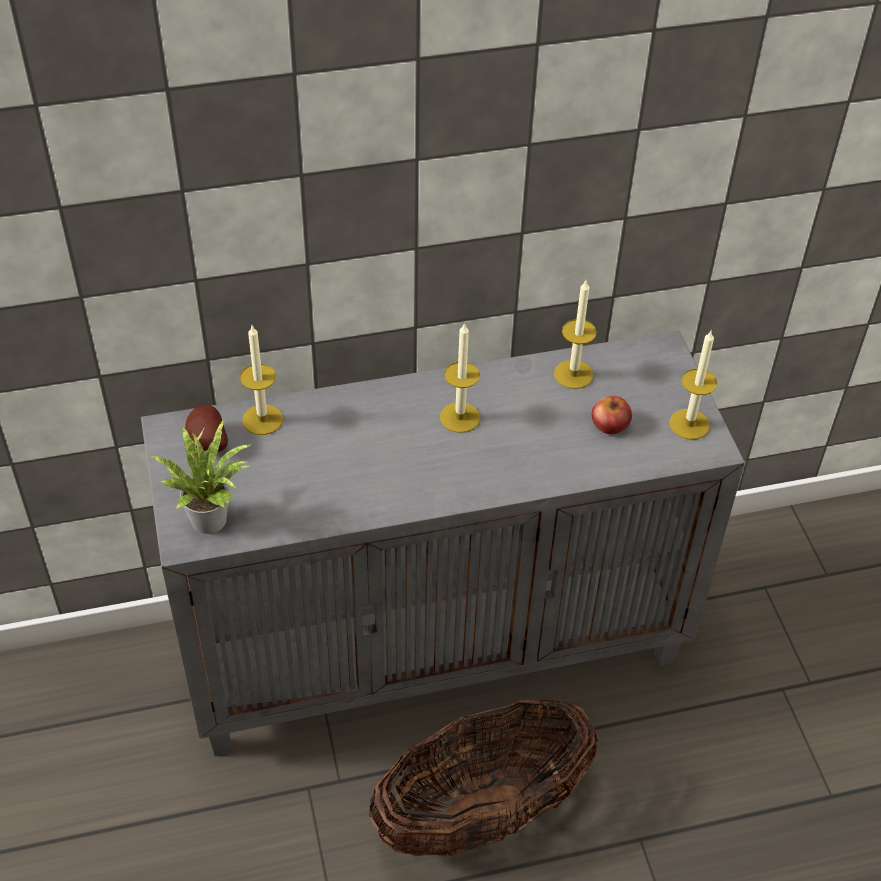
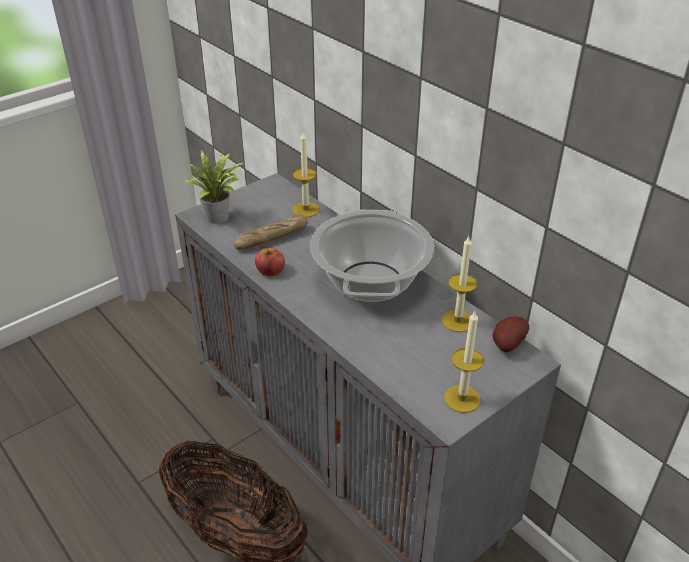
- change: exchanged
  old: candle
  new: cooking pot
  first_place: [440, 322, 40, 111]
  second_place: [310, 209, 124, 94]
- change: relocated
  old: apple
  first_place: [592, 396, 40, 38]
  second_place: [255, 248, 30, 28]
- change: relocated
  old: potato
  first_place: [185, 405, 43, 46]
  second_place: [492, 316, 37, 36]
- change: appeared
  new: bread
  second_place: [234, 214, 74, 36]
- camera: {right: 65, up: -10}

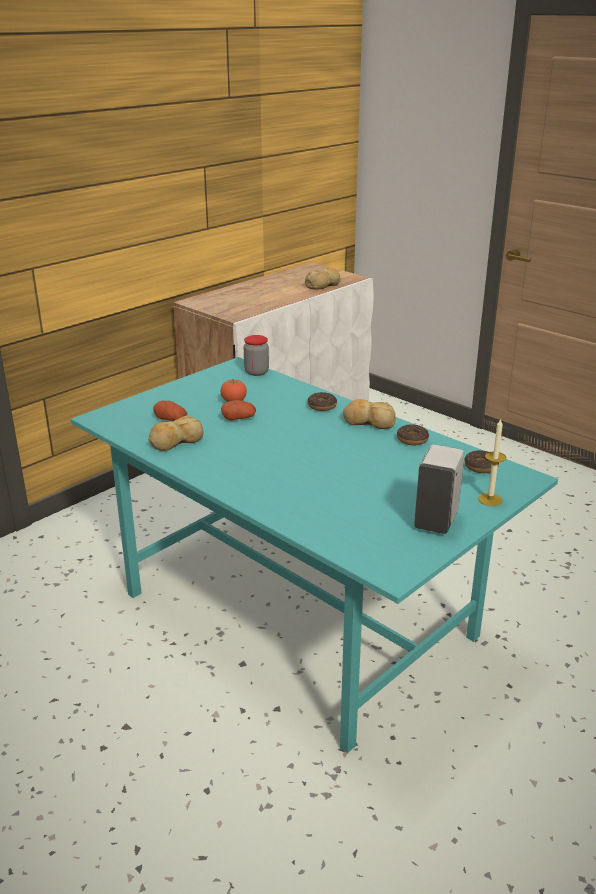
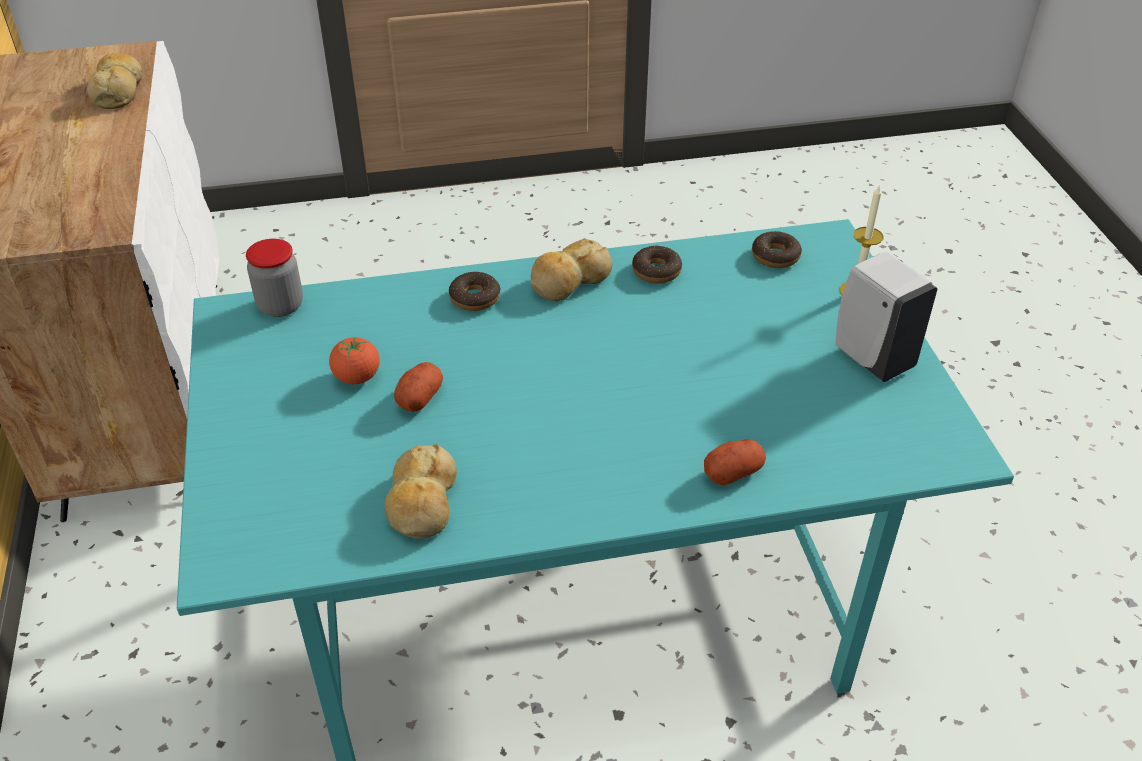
- change: relocated
  old: potato
  first_place: [153, 401, 34, 20]
  second_place: [704, 439, 62, 46]
- camera: {right: -55, up: 15}

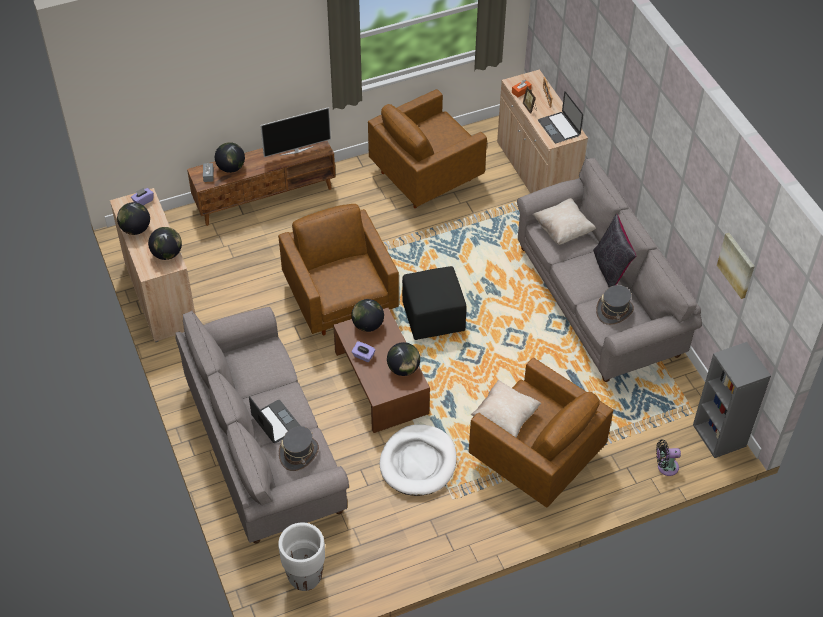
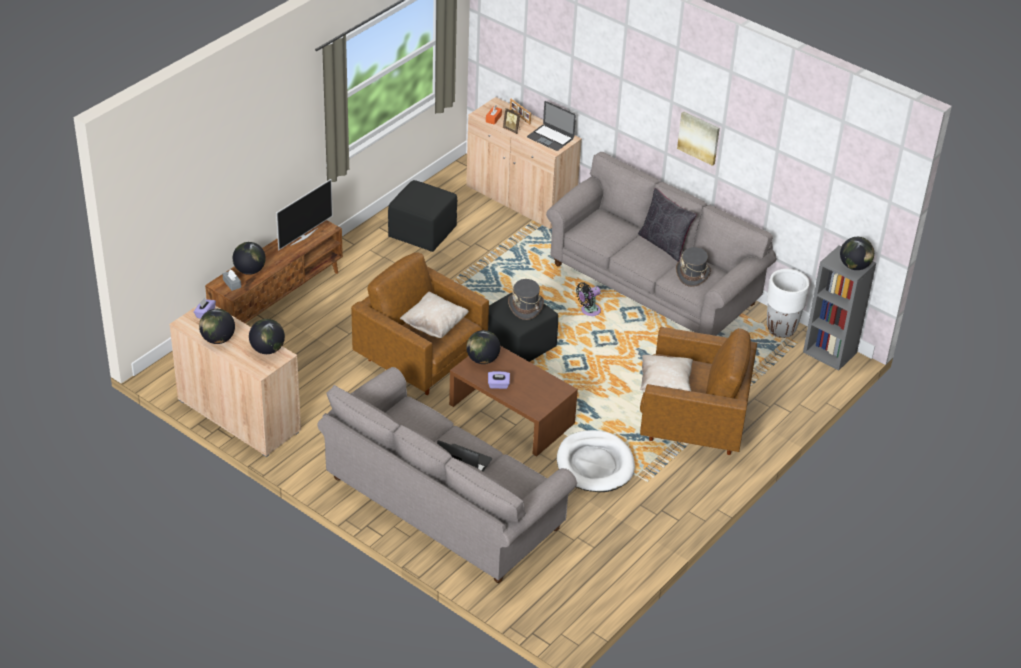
- change: exchanged
  old: armchair/brown
  new: ottoman/black
  first_place: [368, 89, 119, 119]
  second_place: [388, 180, 69, 72]
- change: relocated
  old: pillow/beige
  first_place: [533, 198, 63, 47]
  second_place: [400, 292, 69, 46]
- change: relocated
  old: picture
  first_place: [717, 233, 38, 66]
  second_place: [677, 111, 43, 55]
- change: relocated
  old: globe
  first_place: [387, 342, 33, 34]
  second_place: [840, 237, 34, 33]
- change: relocated
  old: hat/grey
  first_place: [279, 426, 40, 45]
  second_place: [508, 279, 36, 41]
- change: relocated
  old: fan/black
  first_place: [656, 439, 25, 37]
  second_place: [576, 282, 25, 34]
- change: relocated
  old: planter/white
  first_place: [278, 522, 47, 69]
  second_place: [767, 269, 43, 69]
- camera: {right: -30, up: -10}

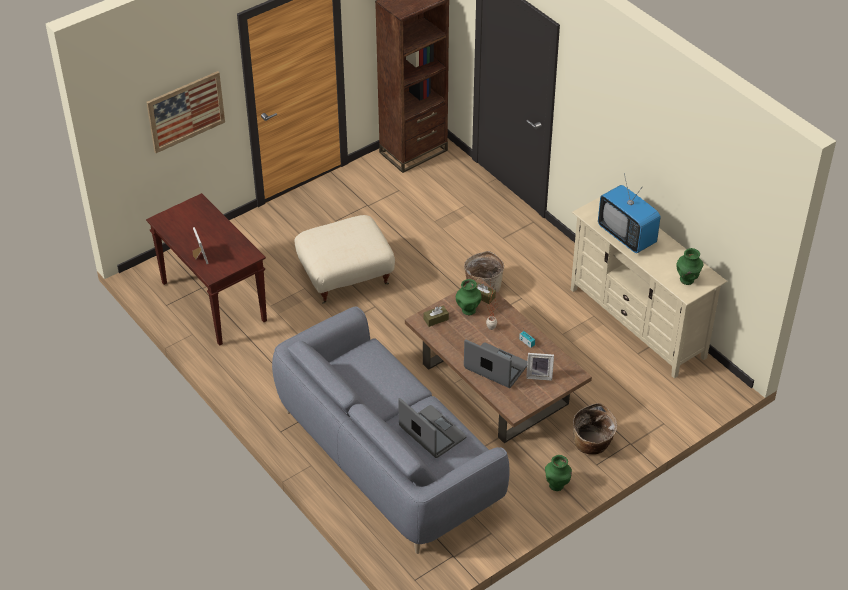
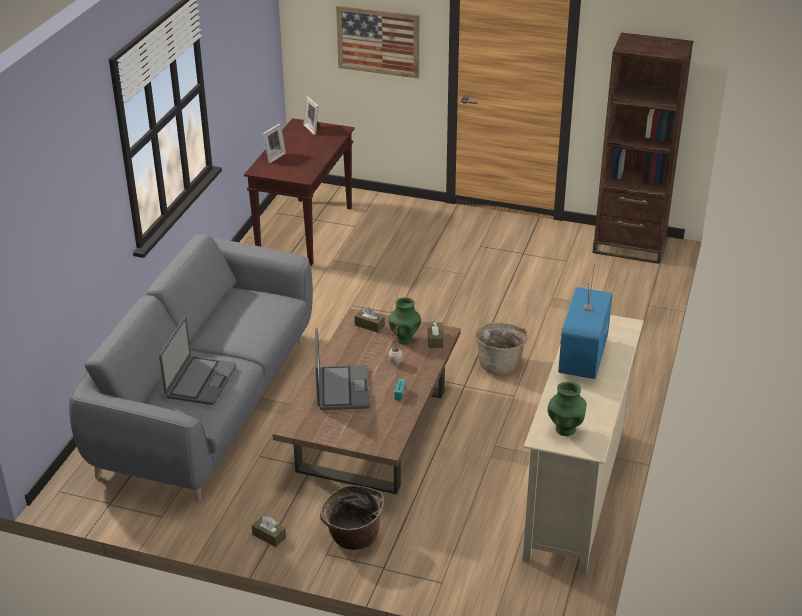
- change: missing
  old: ottoman/beige
  first_place: [295, 215, 100, 89]
- change: relocated
  old: picture frame
  first_place: [526, 353, 28, 28]
  second_place: [303, 96, 18, 39]
- change: exchanged
  old: vase/green
  new: tissue box/brown
  first_place: [545, 455, 27, 36]
  second_place: [252, 516, 34, 31]
- camera: {right: 55, up: -10}

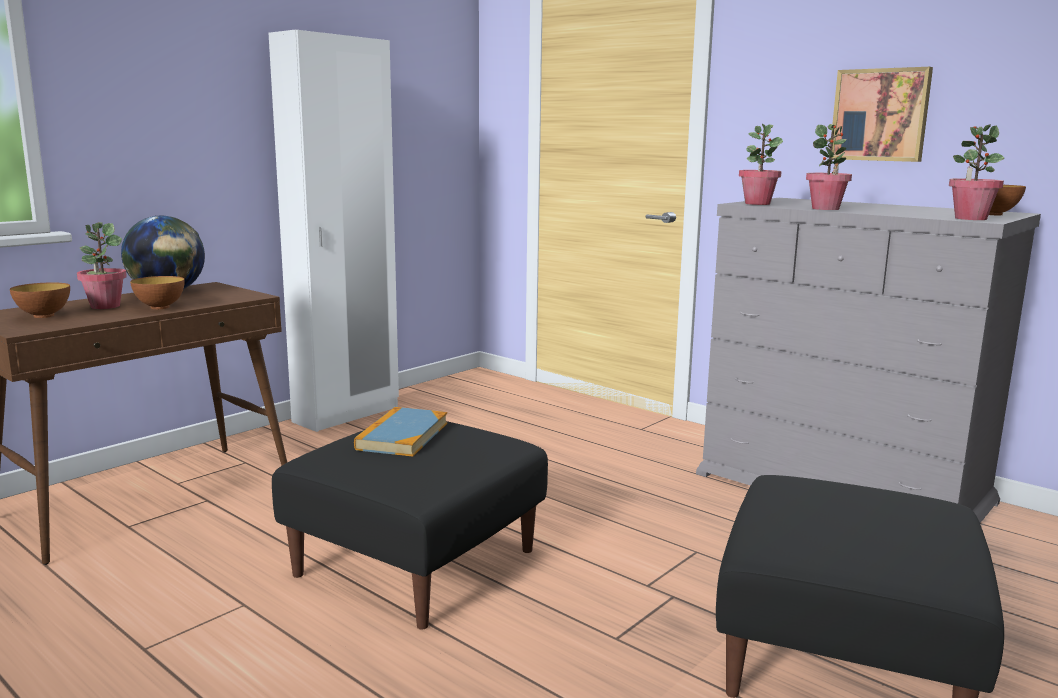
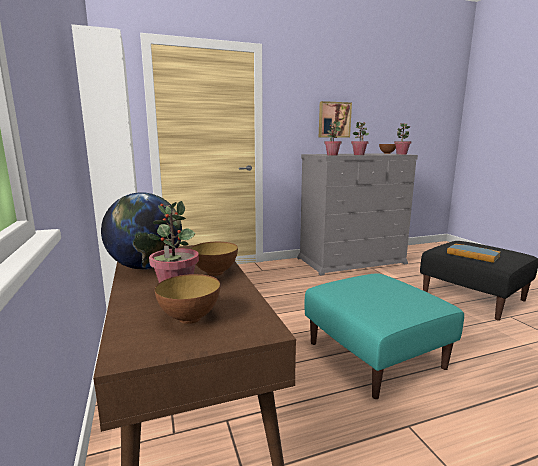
- change: relocated
  old: book
  first_place: [354, 407, 93, 50]
  second_place: [447, 244, 54, 19]
- change: colour
  old: ottoman/black
  new: ottoman/turquoise
  first_place: [272, 421, 276, 209]
  second_place: [304, 273, 160, 126]
- camera: {right: -60, up: 0}

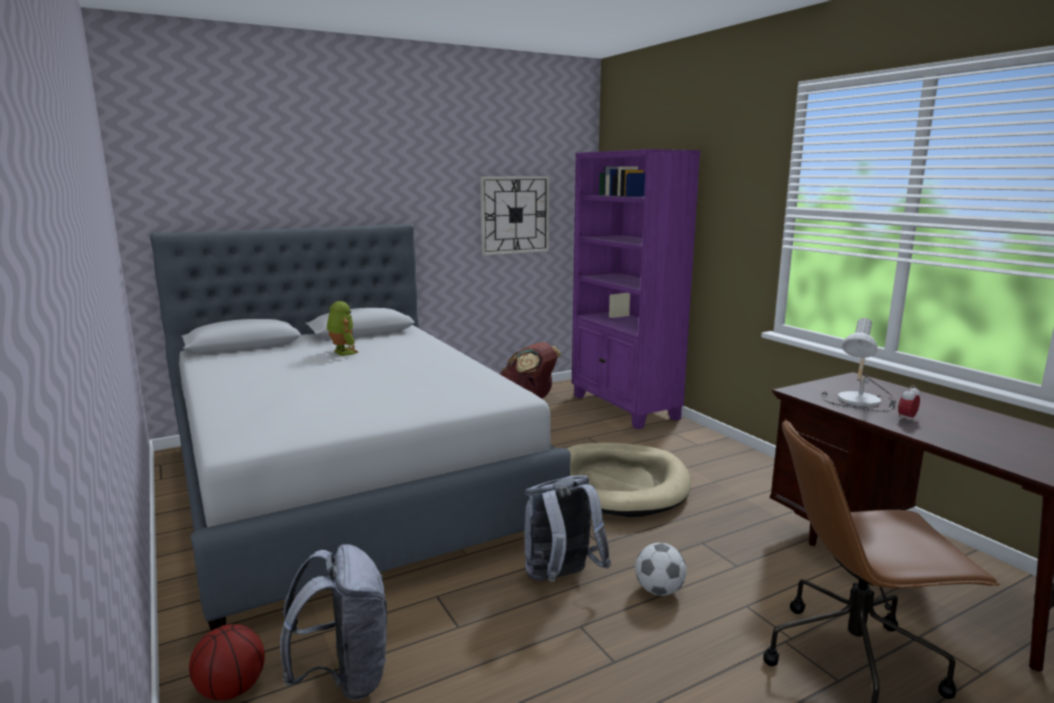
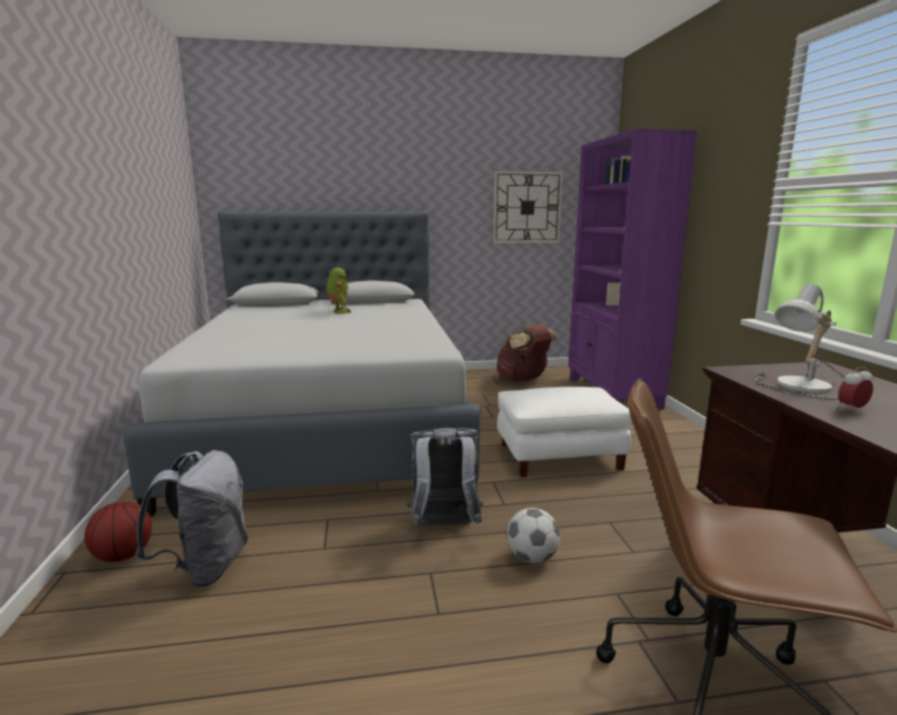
- change: exchanged
  old: dog bed/beige
  new: ottoman/white
  first_place: [567, 443, 124, 74]
  second_place: [497, 387, 135, 90]
- camera: {right: 20, up: 0}

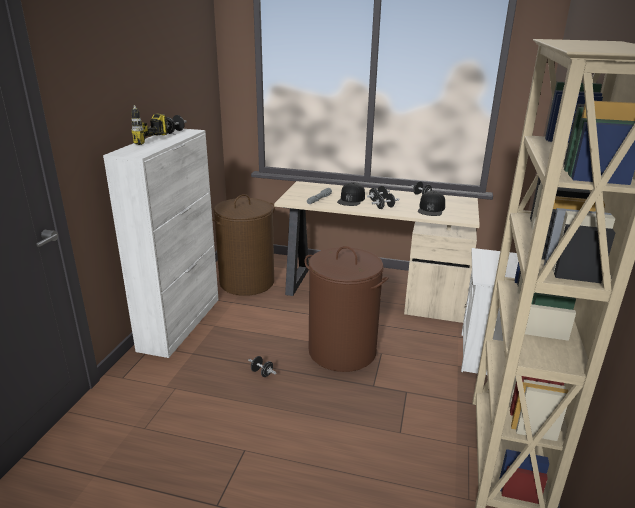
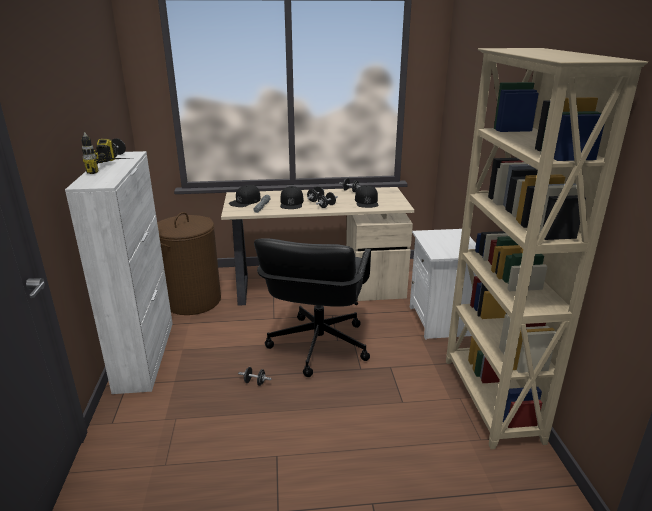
- change: exchanged
  old: laundry basket/brown
  new: office chair/black
  first_place: [304, 246, 85, 126]
  second_place: [254, 238, 117, 139]
- change: appeared
  new: cap/black
  second_place: [229, 185, 32, 22]
- camera: {right: -20, up: 0}

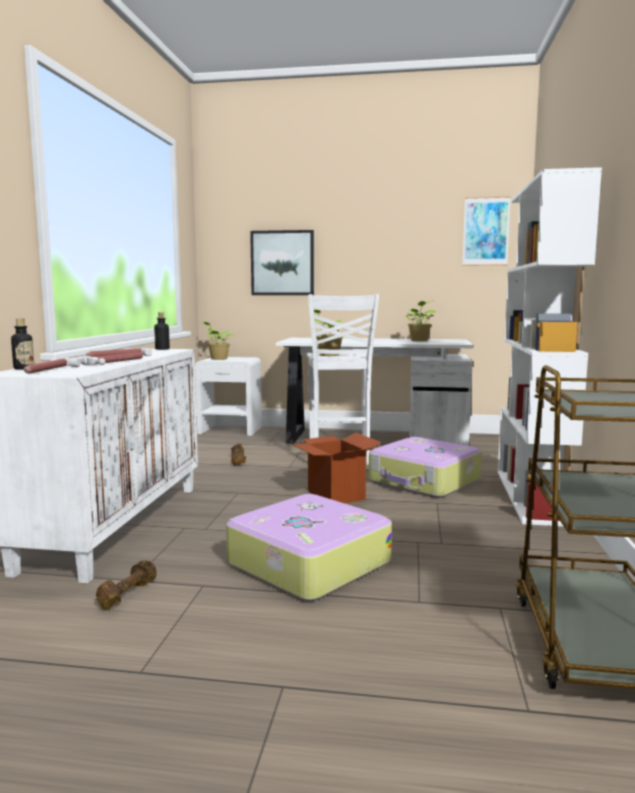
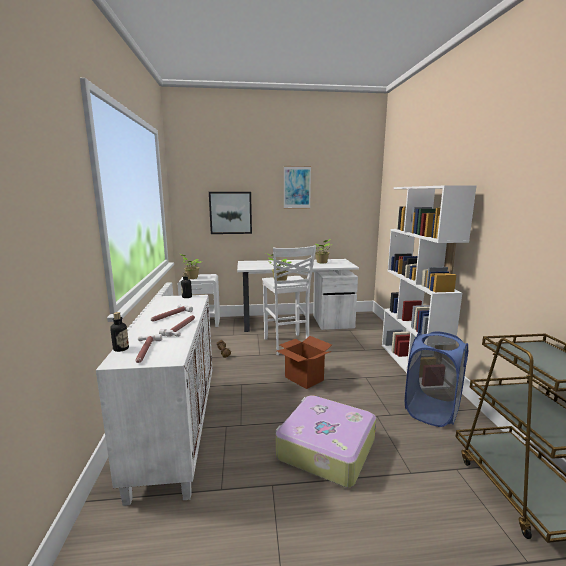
- change: relocated
  old: picture
  first_place: [462, 196, 49, 70]
  second_place: [284, 166, 27, 43]
- change: missing
  old: suitcase
  first_place: [369, 437, 113, 61]
- change: missing
  old: dumbbell/brown
  first_place: [96, 560, 61, 50]
- change: appeared
  new: laundry basket/blue
  second_place: [405, 332, 63, 95]
- camera: {right: -15, up: 5}

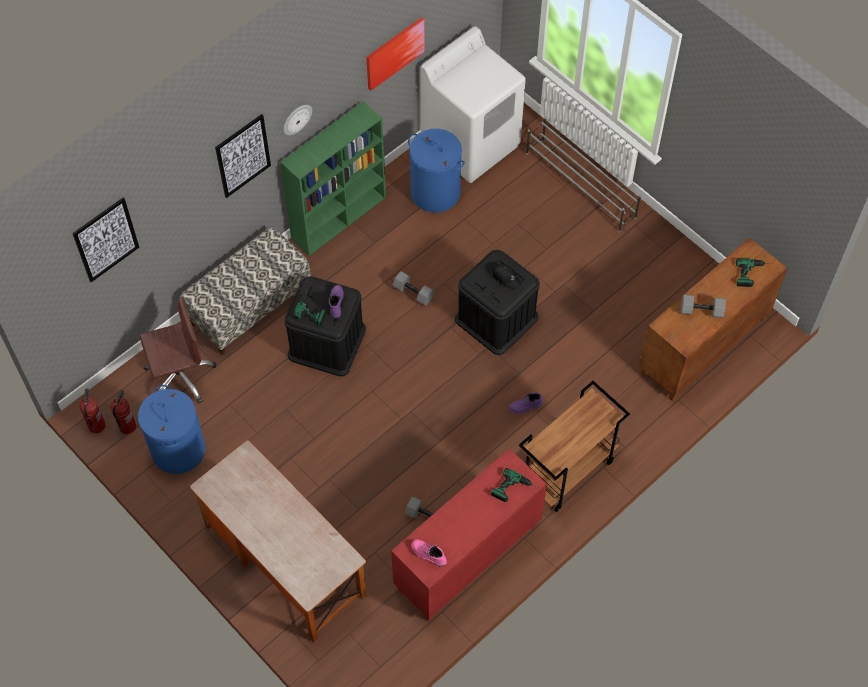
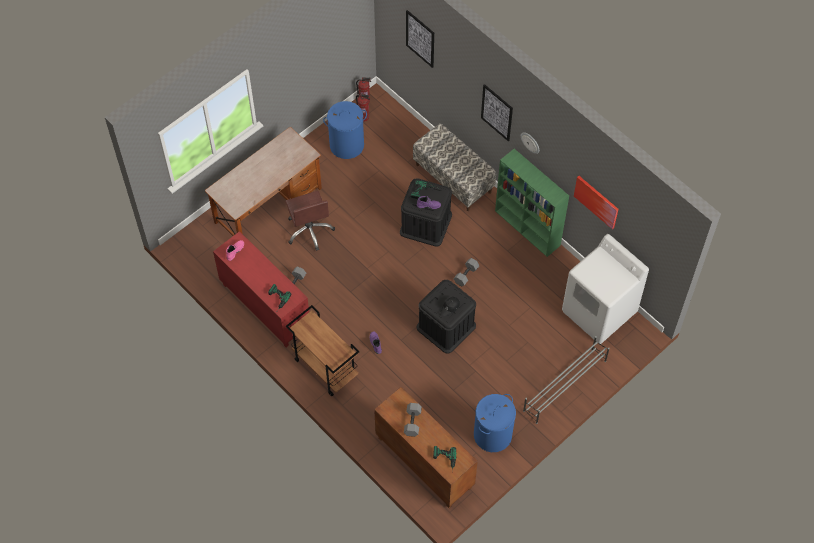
- change: relocated
  old: laundry basket/blue
  first_place: [408, 129, 56, 84]
  second_place: [474, 394, 42, 58]
- change: relocated
  old: office chair/brown
  first_place: [139, 297, 78, 106]
  second_place: [285, 191, 50, 60]
- camera: {right: 90, up: 0}

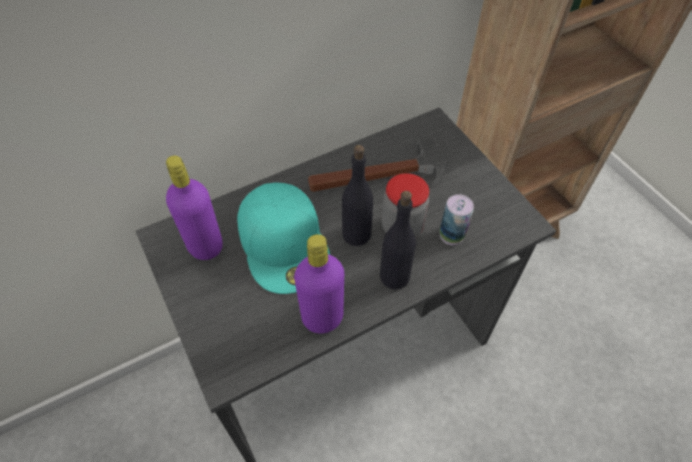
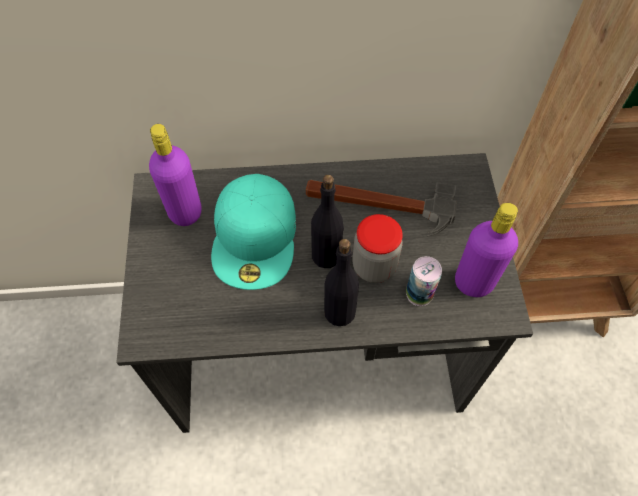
- change: relocated
  old: bottle/purple
  first_place: [294, 234, 50, 100]
  second_place: [455, 203, 63, 94]
- camera: {right: 25, up: 5}

